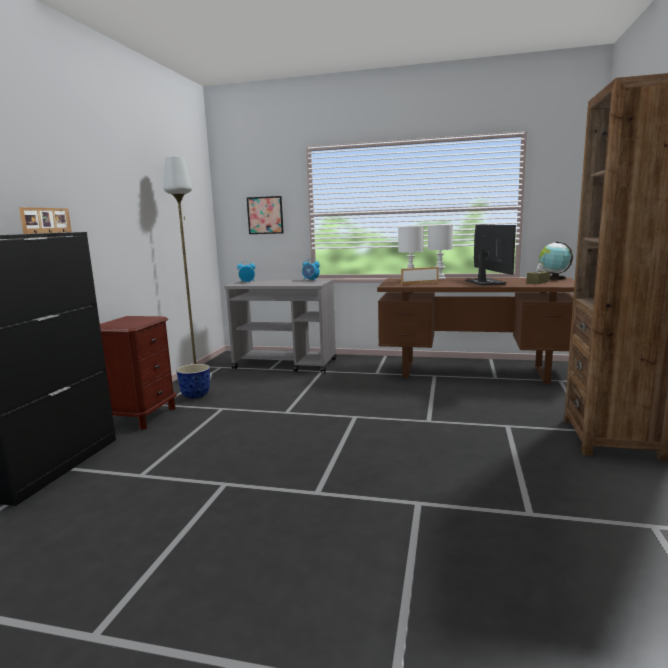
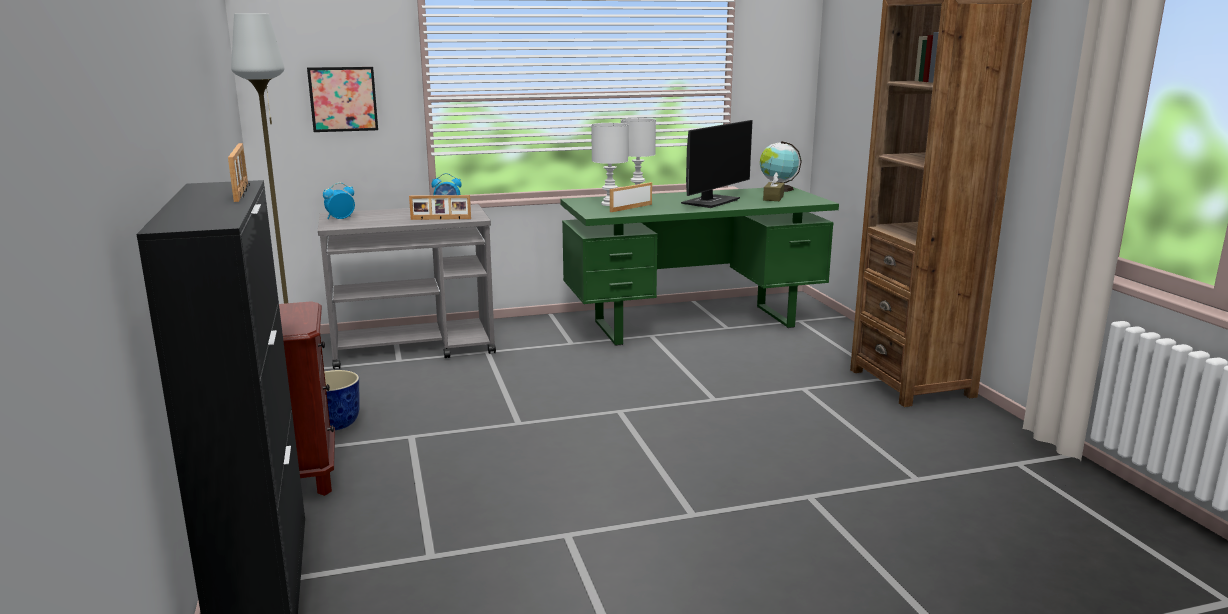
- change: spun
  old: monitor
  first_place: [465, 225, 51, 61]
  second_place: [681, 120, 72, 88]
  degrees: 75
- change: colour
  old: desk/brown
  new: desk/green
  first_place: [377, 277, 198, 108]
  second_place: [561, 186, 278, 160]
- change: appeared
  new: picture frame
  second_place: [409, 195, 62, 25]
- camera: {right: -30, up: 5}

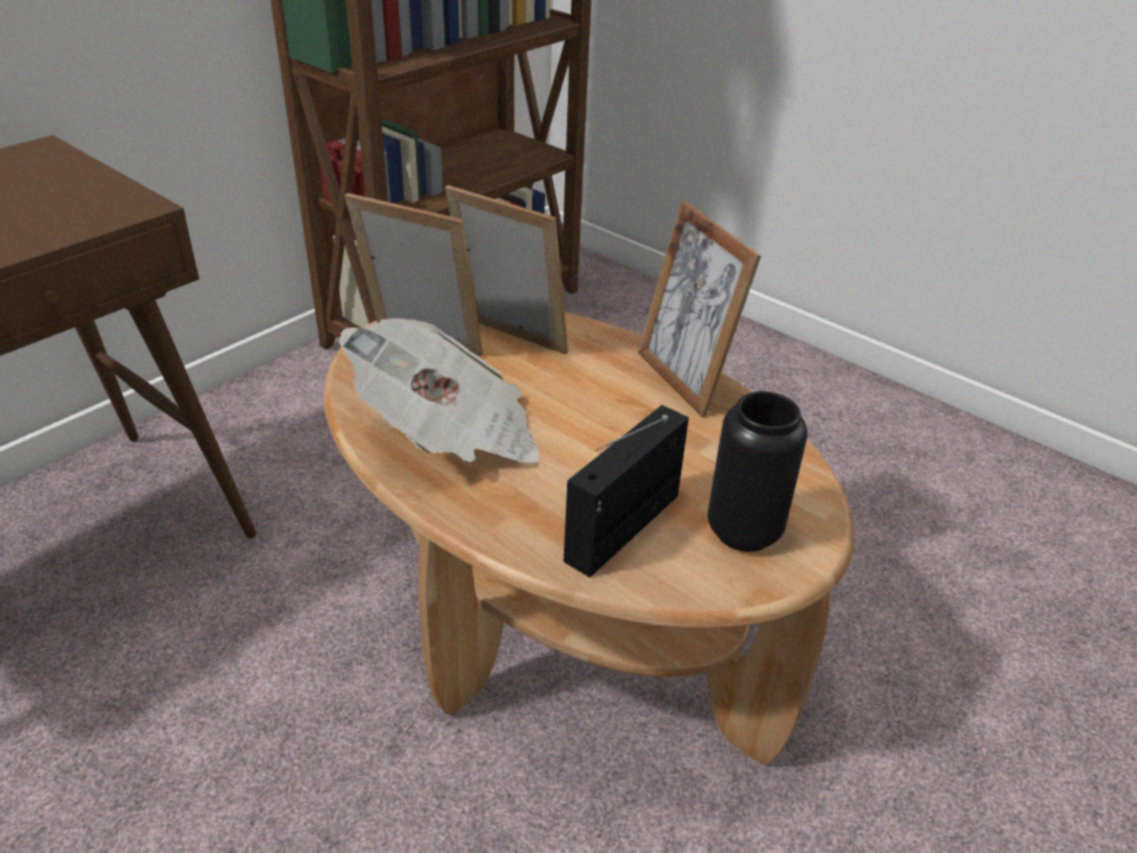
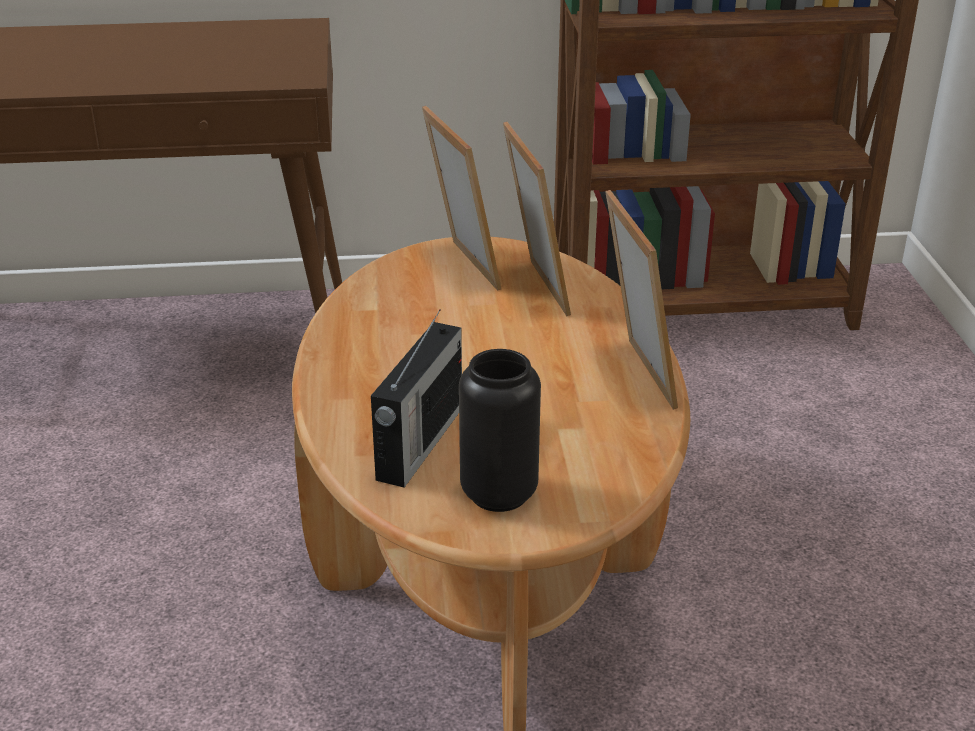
- change: spun
  old: picture frame
  first_place: [638, 201, 123, 216]
  second_place: [605, 190, 73, 220]
  degrees: 150
- change: missing
  old: newspaper
  first_place: [339, 318, 201, 145]
- change: spun
  old: radio
  first_place: [564, 405, 125, 173]
  second_place: [371, 309, 91, 179]
  degrees: 120
- camera: {right: 45, up: -5}

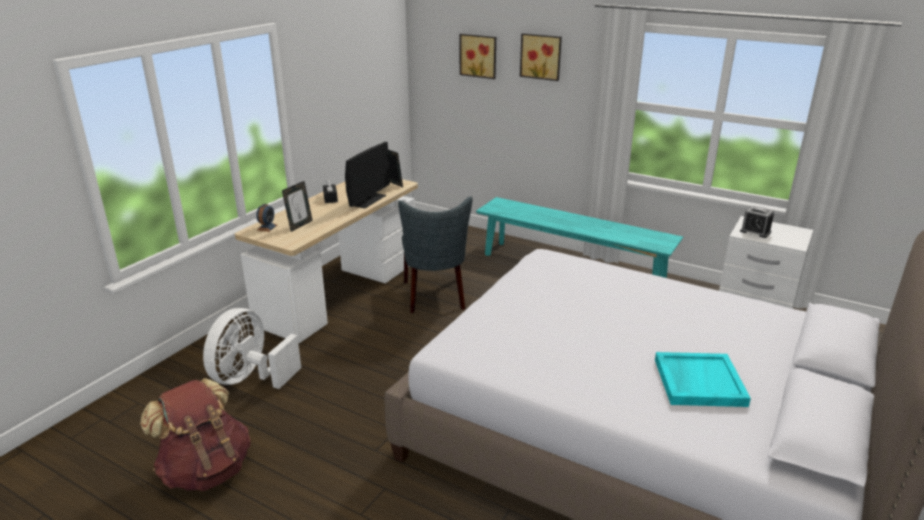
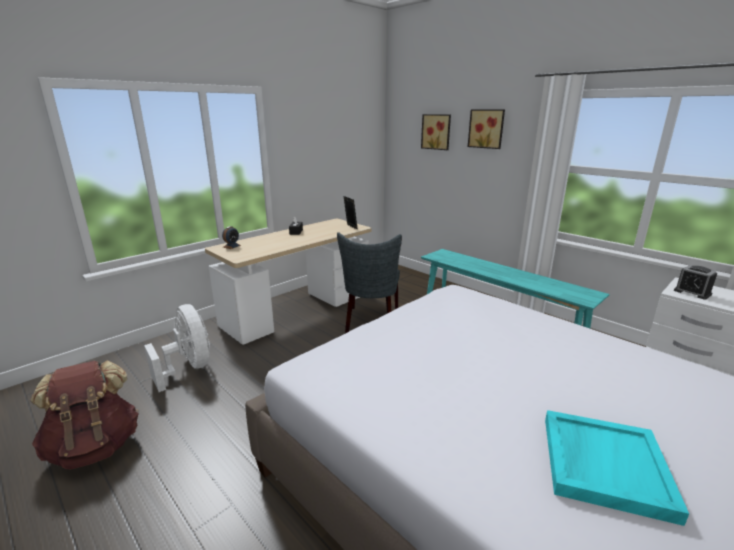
- change: missing
  old: monitor
  first_place: [345, 142, 45, 66]
- change: missing
  old: picture frame
  first_place: [282, 181, 31, 51]
- change: spun
  old: fan/white
  first_place: [203, 308, 98, 81]
  second_place: [144, 304, 66, 88]
  degrees: 105
- camera: {right: 15, up: -5}

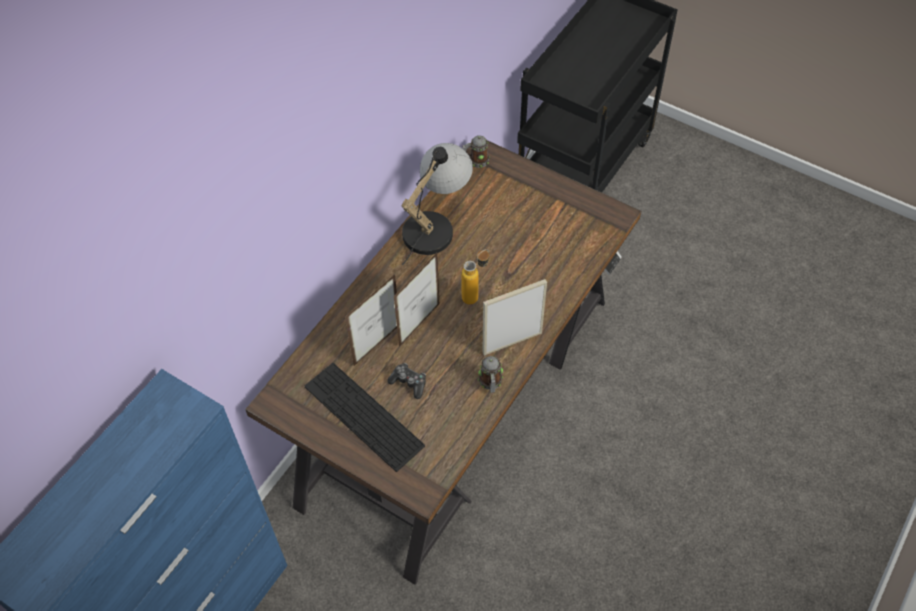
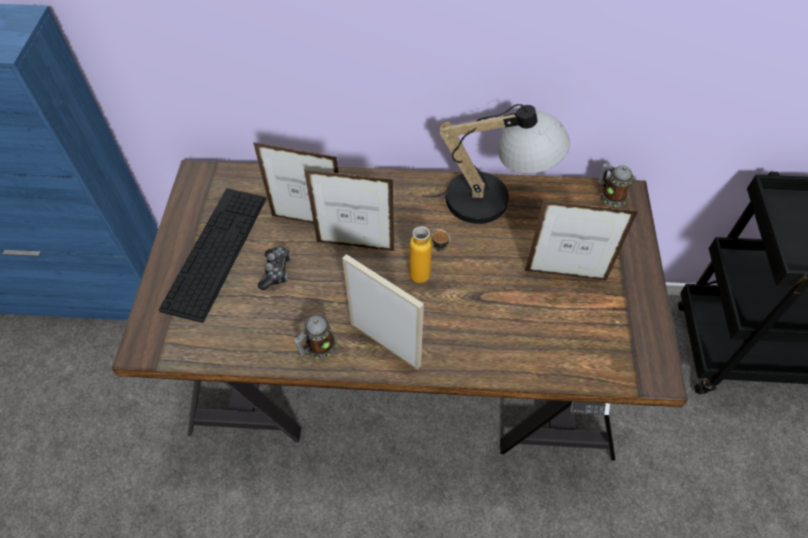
- change: appeared
  new: picture frame
  second_place: [525, 201, 113, 80]
- camera: {right: 60, up: 0}

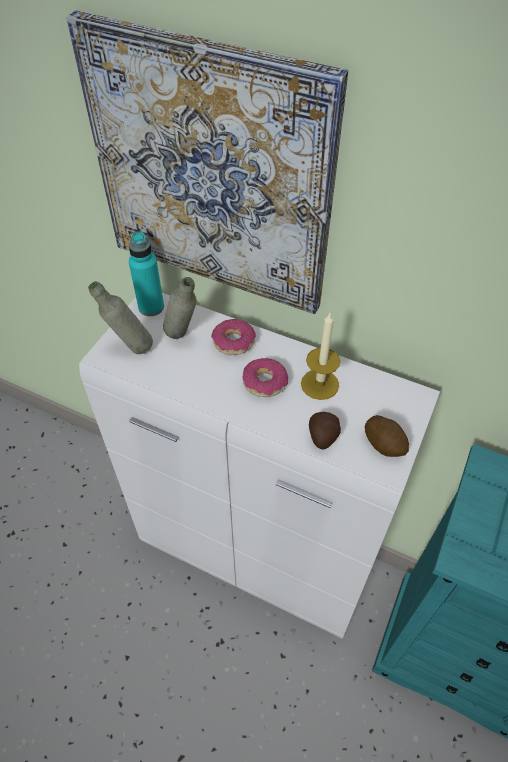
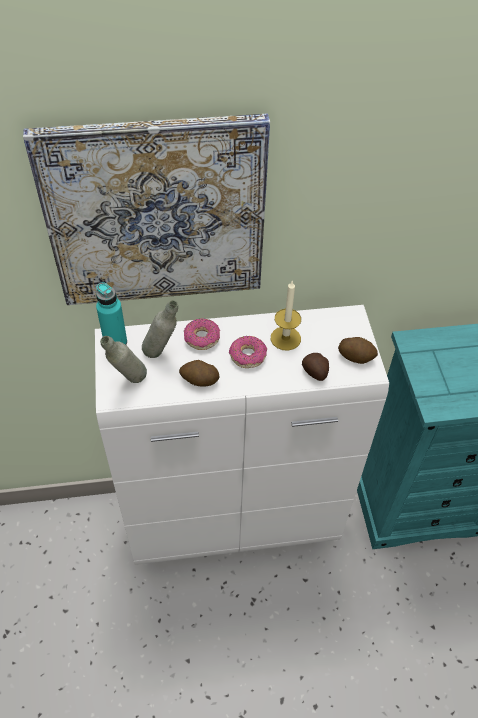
- change: appeared
  new: potato
  second_place: [179, 360, 41, 26]
- camera: {right: -35, up: 0}

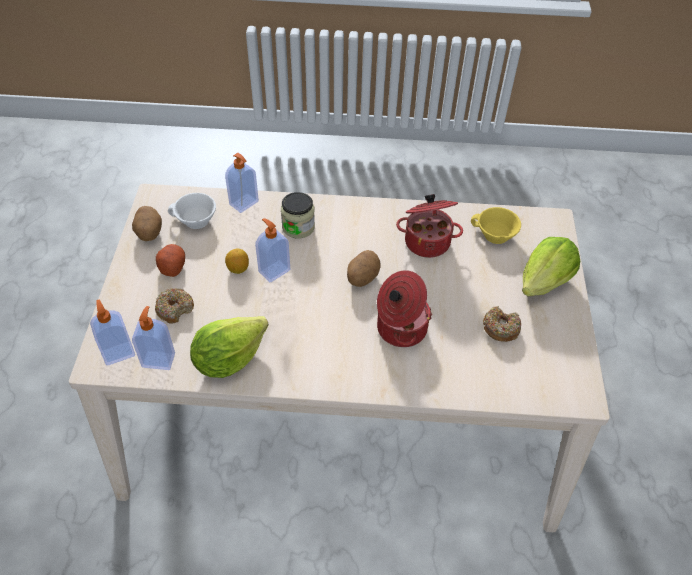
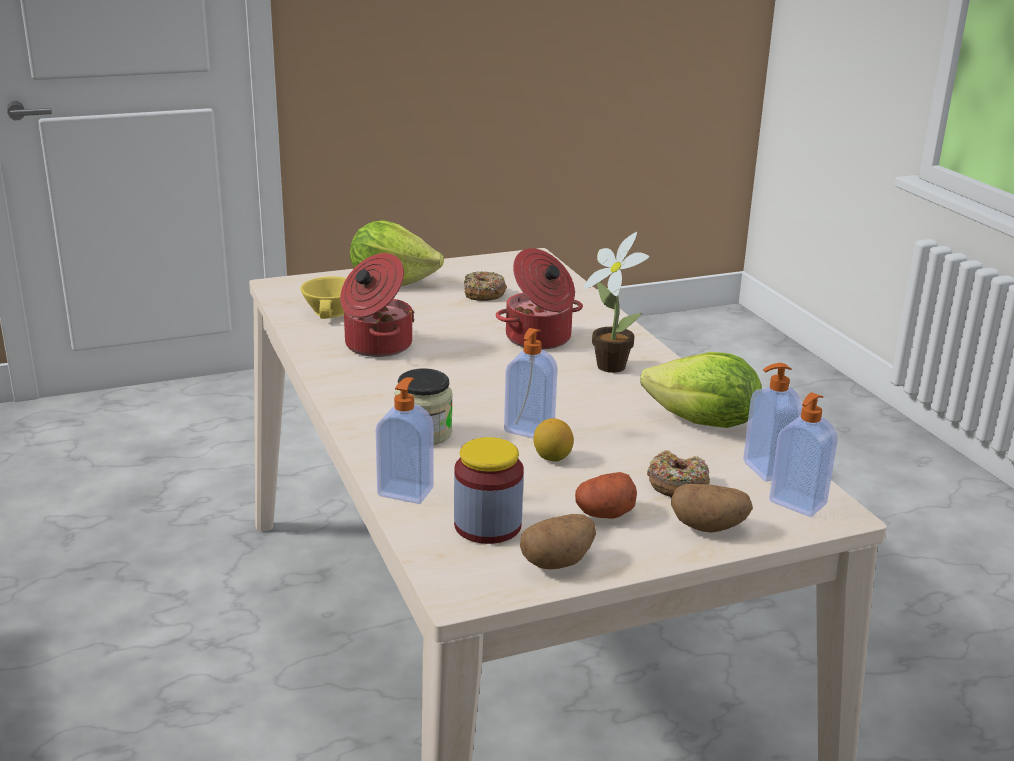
- change: exchanged
  old: cup/white
  new: jar
  first_place: [168, 193, 48, 36]
  second_place: [454, 437, 70, 107]
- change: relocated
  old: potato
  first_place: [347, 250, 34, 37]
  second_place: [671, 484, 82, 49]
- change: appeared
  new: potted plant
  second_place: [583, 232, 67, 141]
- camera: {right: -115, up: -25}

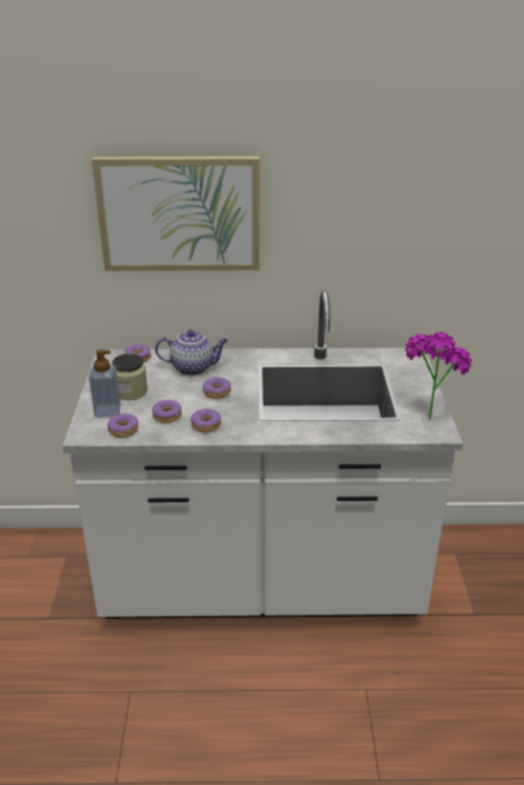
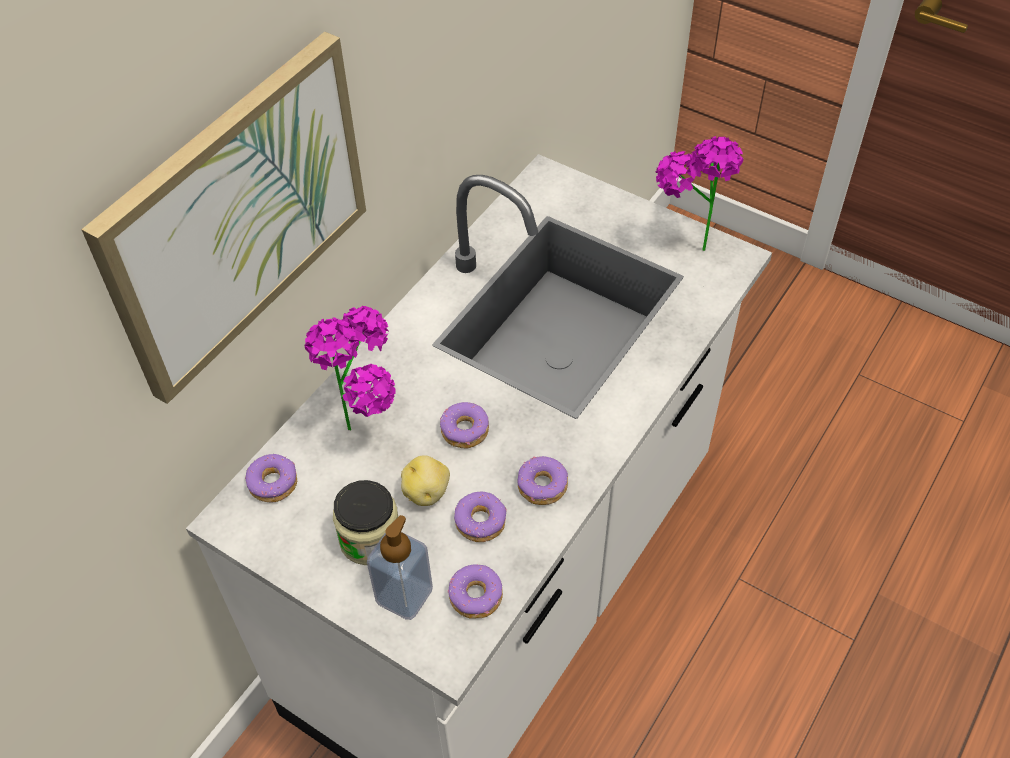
- change: exchanged
  old: teapot
  new: potted plant
  first_place: [155, 330, 73, 45]
  second_place: [304, 306, 92, 124]
- change: appeared
  new: potato
  second_place: [401, 455, 49, 51]
- camera: {right: -55, up: 20}

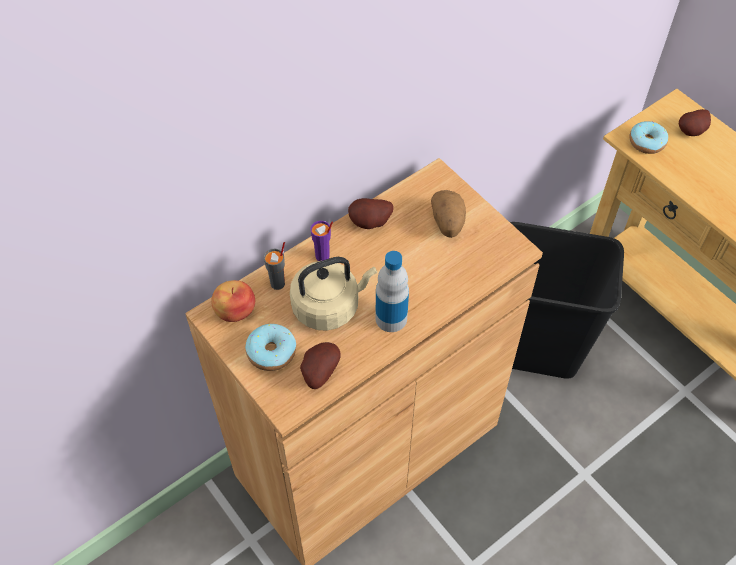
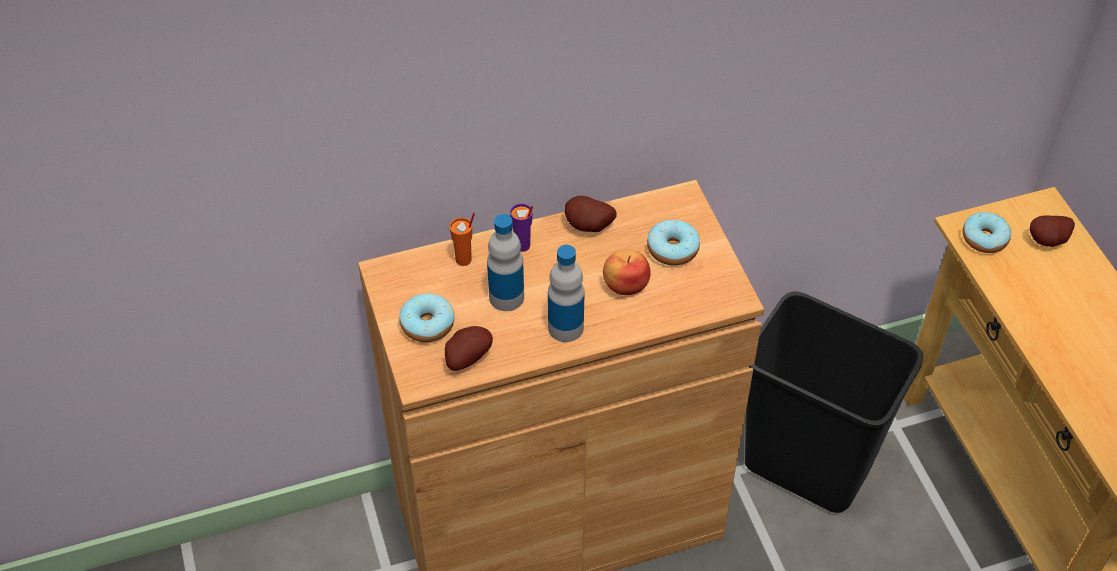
- change: exchanged
  old: potato
  new: donut
  first_place: [431, 190, 35, 48]
  second_place: [647, 219, 53, 47]
- change: colour
  old: cup/grey
  new: cup/orange
  first_place: [264, 242, 21, 48]
  second_place: [450, 212, 25, 54]
- change: exchanged
  old: kettle/beige
  new: bottle
  first_place: [290, 257, 87, 74]
  second_place: [487, 214, 37, 97]
- change: relocated
  old: apple
  first_place: [211, 280, 44, 42]
  second_place: [603, 249, 48, 46]
- camera: {right: 20, up: -5}

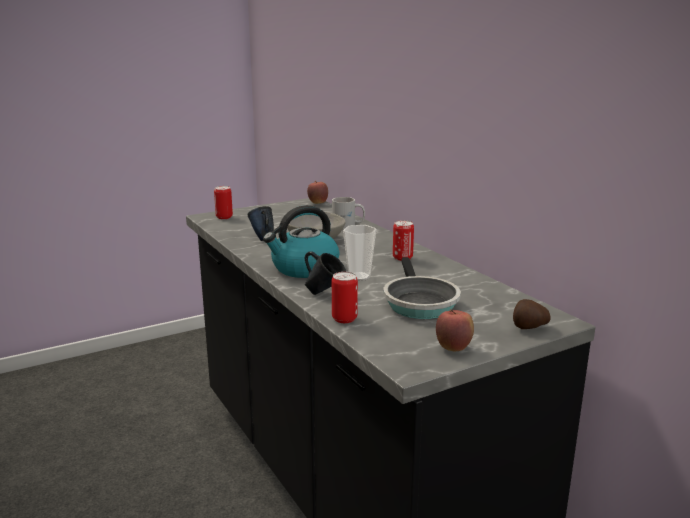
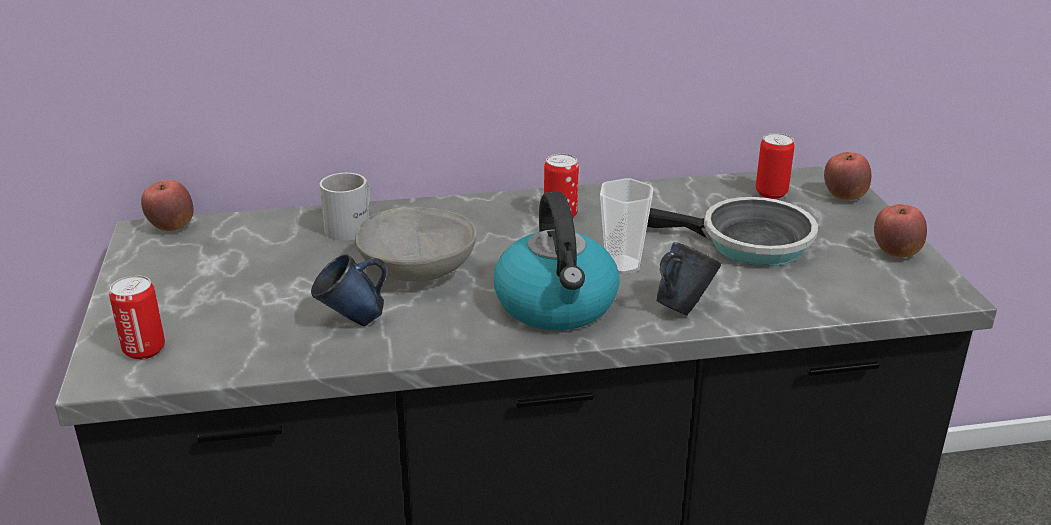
- change: relocated
  old: can
  first_place: [332, 272, 26, 51]
  second_place: [756, 133, 39, 66]
- change: exchanged
  old: potato
  new: apple
  first_place: [513, 299, 38, 30]
  second_place: [824, 152, 47, 49]
- camera: {right: -70, up: 10}

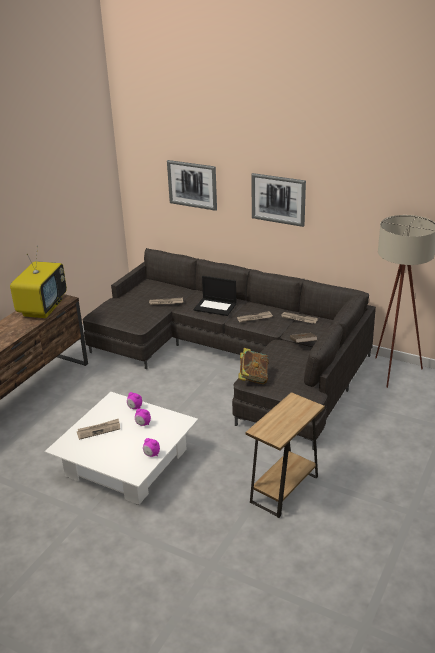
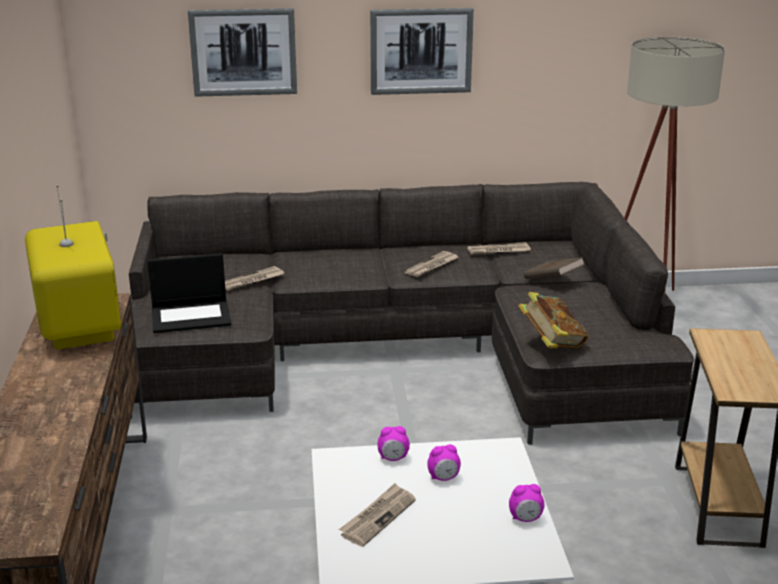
- change: relocated
  old: laptop
  first_place: [193, 276, 43, 40]
  second_place: [147, 254, 84, 79]
- camera: {right: -35, up: -5}

